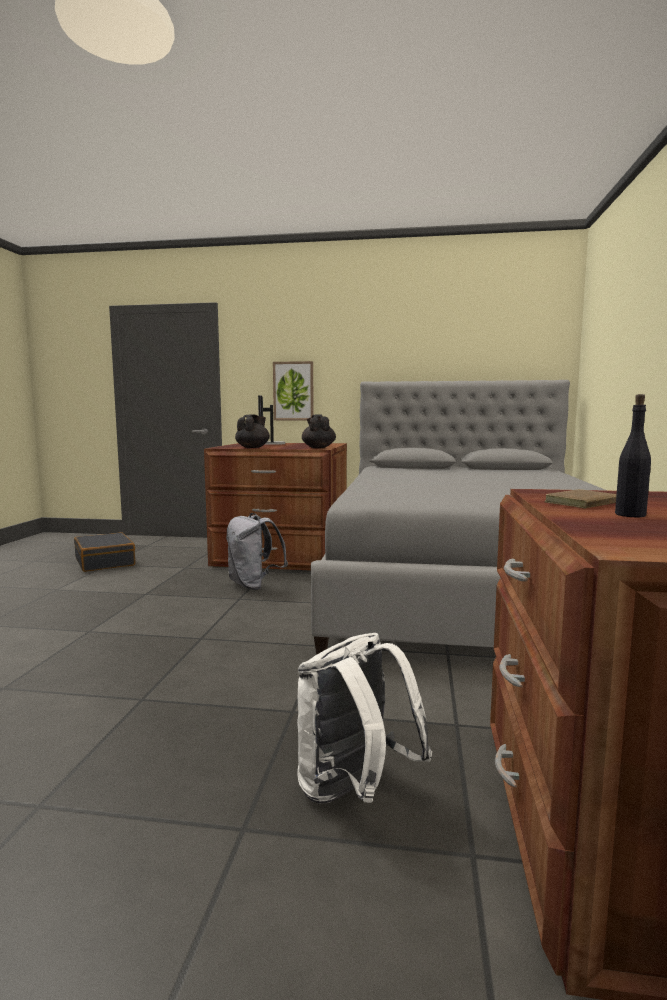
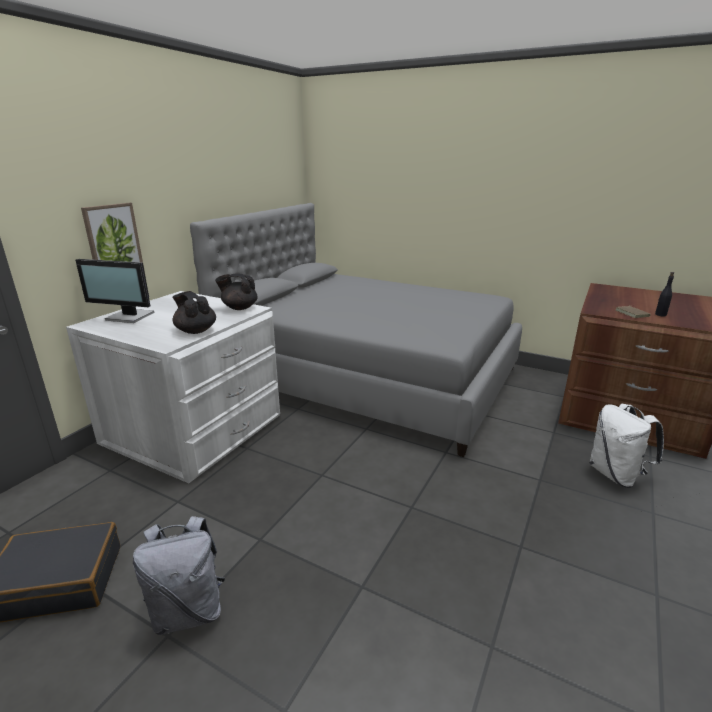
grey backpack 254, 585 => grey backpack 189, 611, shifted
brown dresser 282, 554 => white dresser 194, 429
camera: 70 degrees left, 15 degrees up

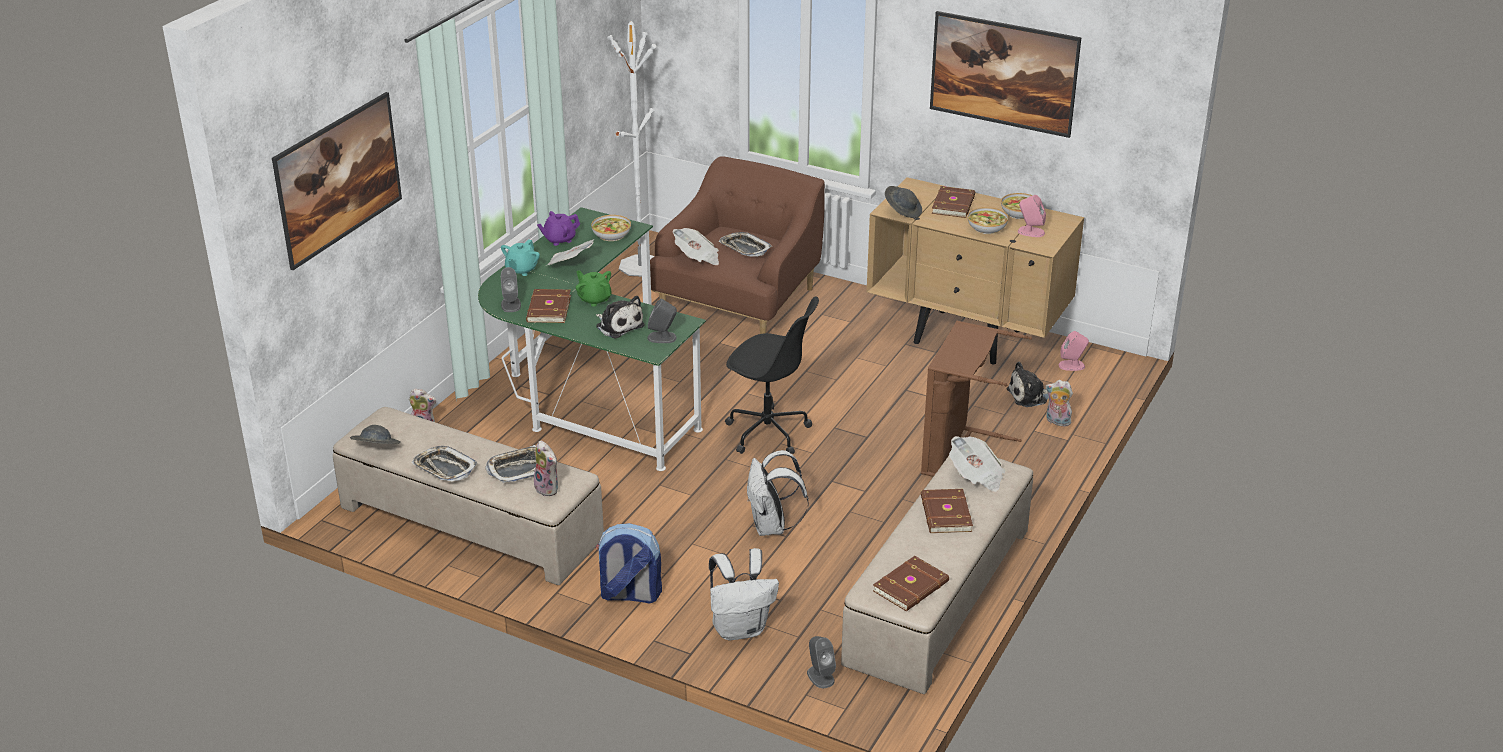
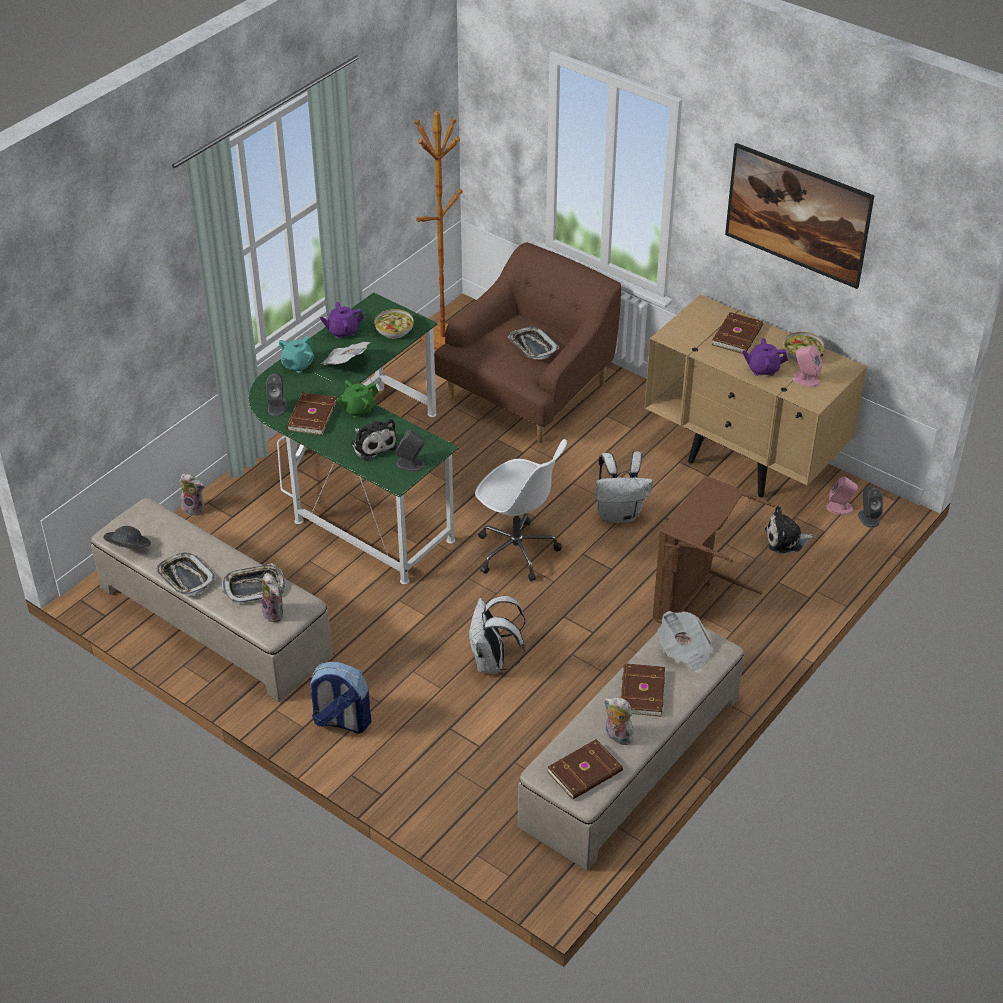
picture 342, 206 => nothing
newspaper 697, 258 => nothing
grey hat 903, 211 => nothing
white backpack 740, 628 => white backpack 619, 514, shifted
grey speaker 820, 676 => grey speaker 868, 518, shifted
plush toy 1056, 422 => plush toy 617, 736, shifted
bowl 987, 227 => purple teapot 763, 369
white clothes rack 640, 266 => orange clothes rack 443, 336
black office chair 770, 433 => white office chair 519, 553
green teapot 594, 299 => green teapot 358, 409, 90 degrees counterclockwise
camera: 10 degrees right, 10 degrees up

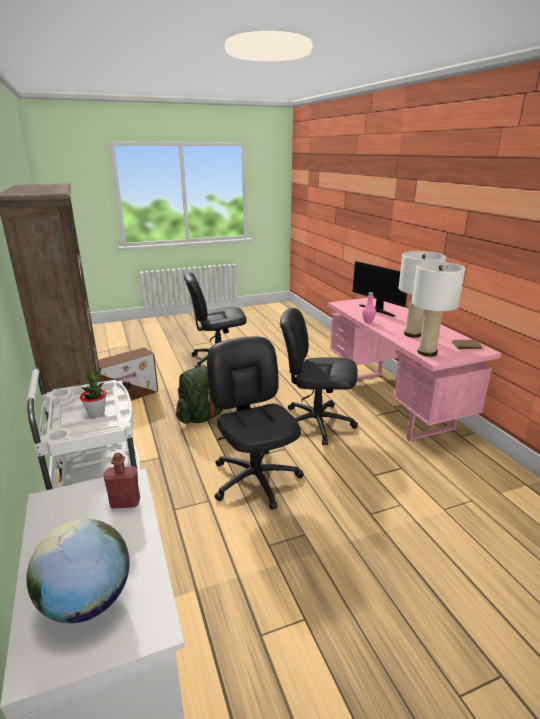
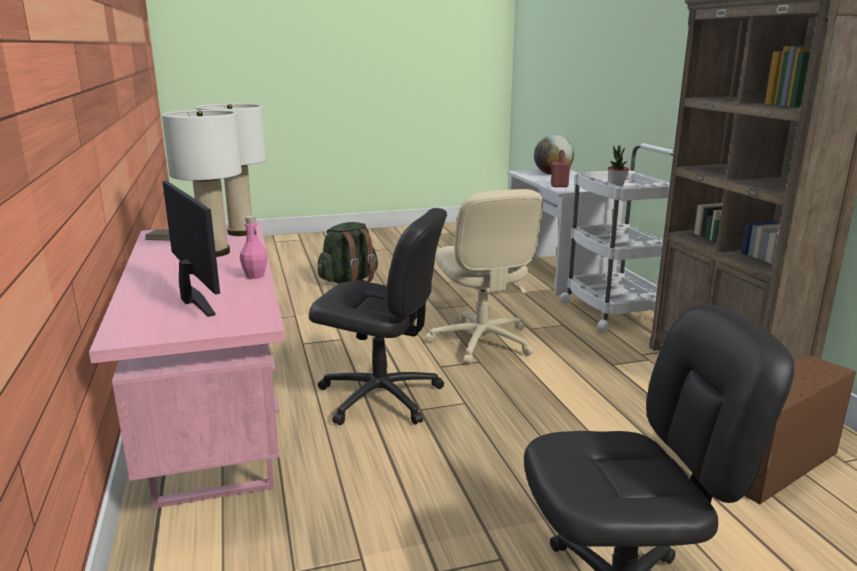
green backpack 202, 417 => green backpack 349, 281, shifted
black office chair 255, 478 => beige office chair 481, 341
camera: 175 degrees left, 5 degrees down

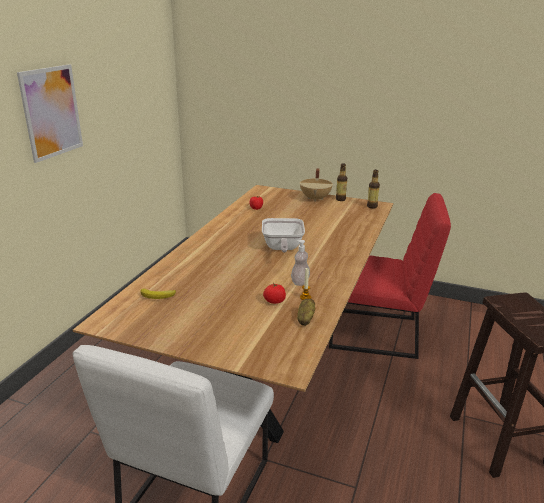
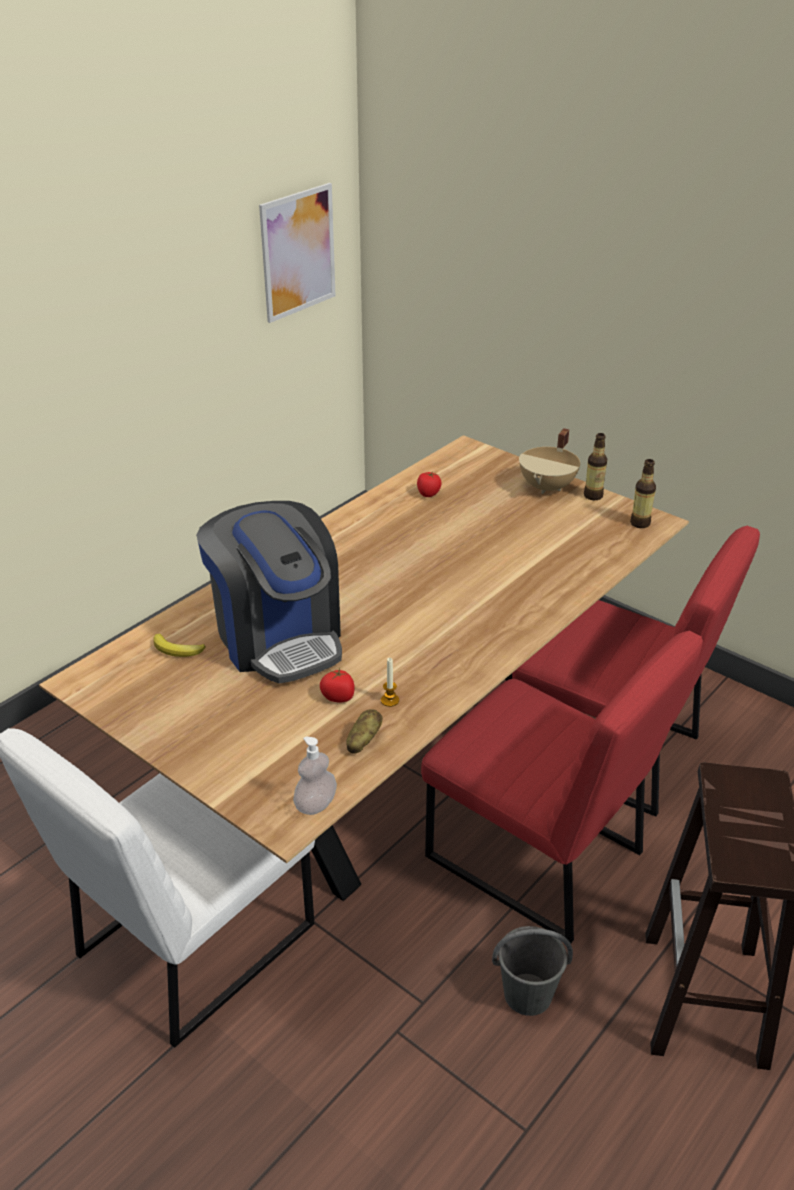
frying pan 282, 248 => nothing
nothing => coffee machine 278, 637
nothing => red chair 539, 858
nothing => grey bucket 527, 994
picture 52, 112 => picture 298, 252, shifted
soap dispenser 300, 282 => soap dispenser 316, 804, shifted
camera: 20 degrees right, 10 degrees up

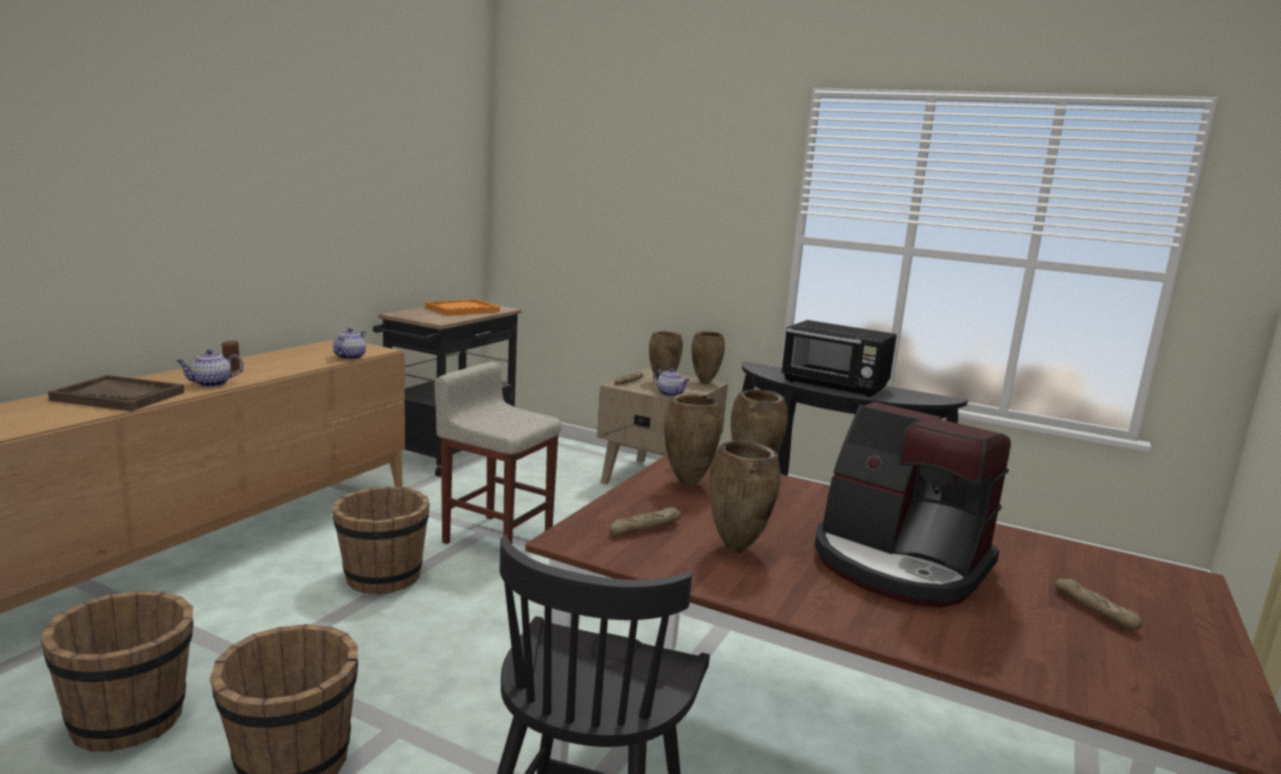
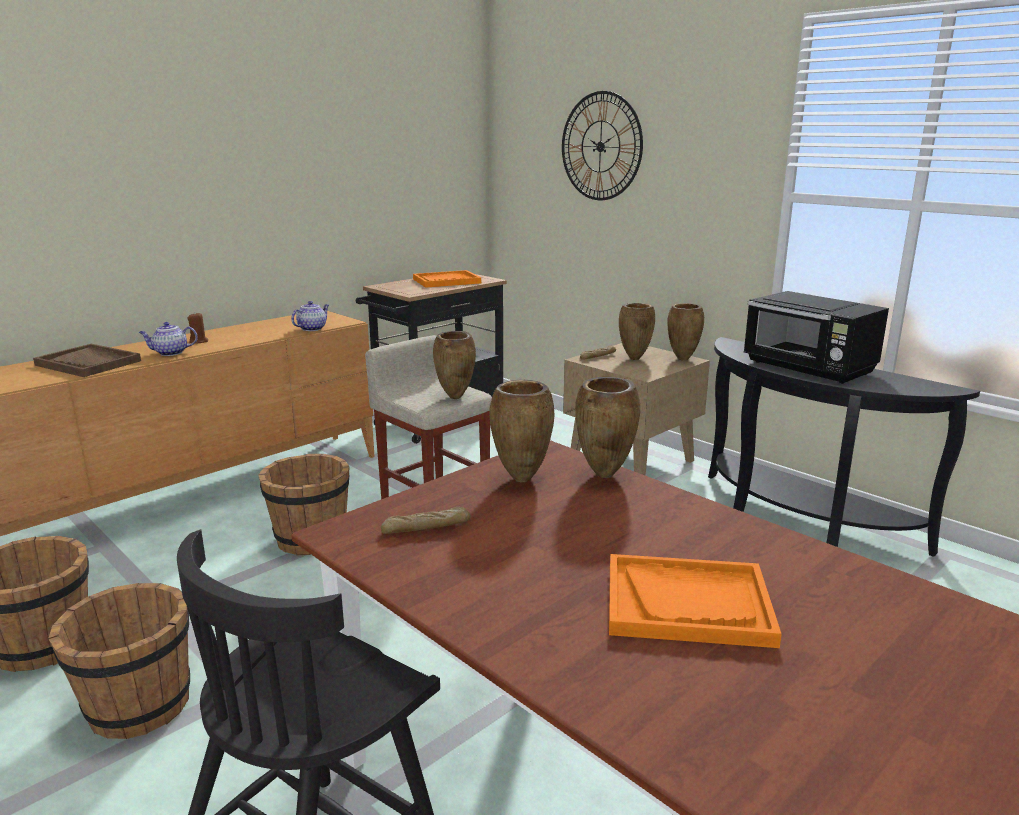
teapot 670, 394 => nothing
bread 1094, 611 => nothing
nothing => wall clock 600, 146
brown vase 738, 549 => brown vase 456, 397, shifted
coffee machine 899, 564 => orange tray 688, 603
camera: 20 degrees right, 5 degrees up

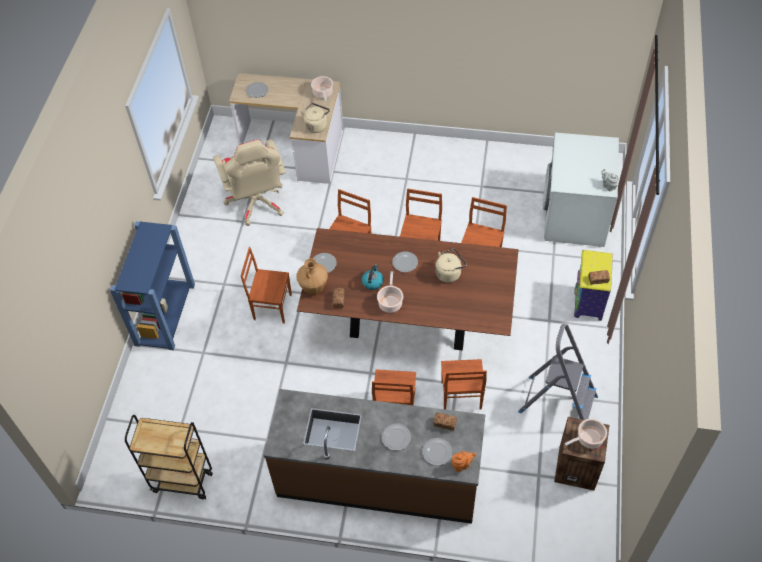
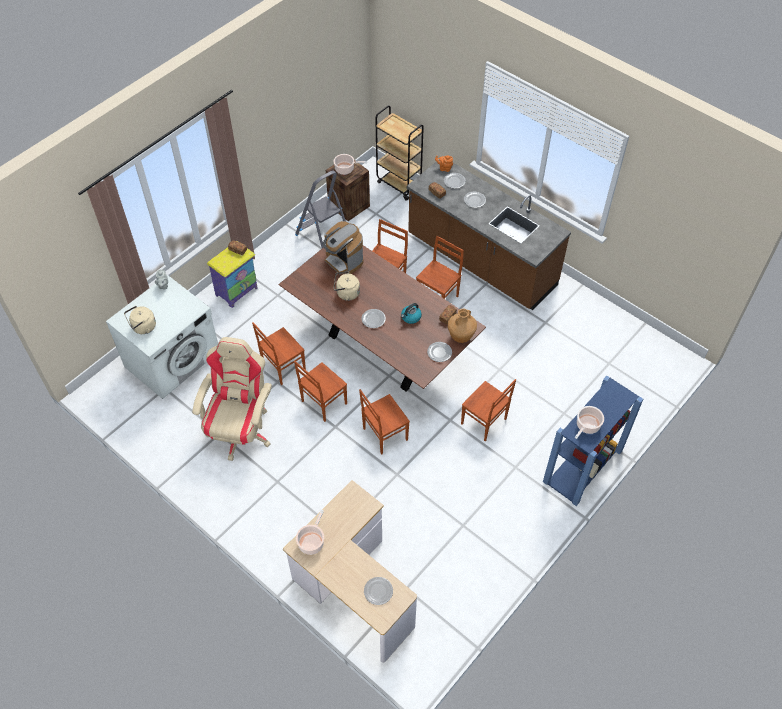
nothing => coffee machine 344, 260
brown cart 182, 483 => brown cart 399, 186, shifted
beige office chair 256, 202 => beige office chair 240, 431, shifted
beige kettle 316, 125 => beige kettle 143, 327, shifted
cooking pot 390, 302 => cooking pot 587, 426, shifted
camera: 150 degrees left, 0 degrees up

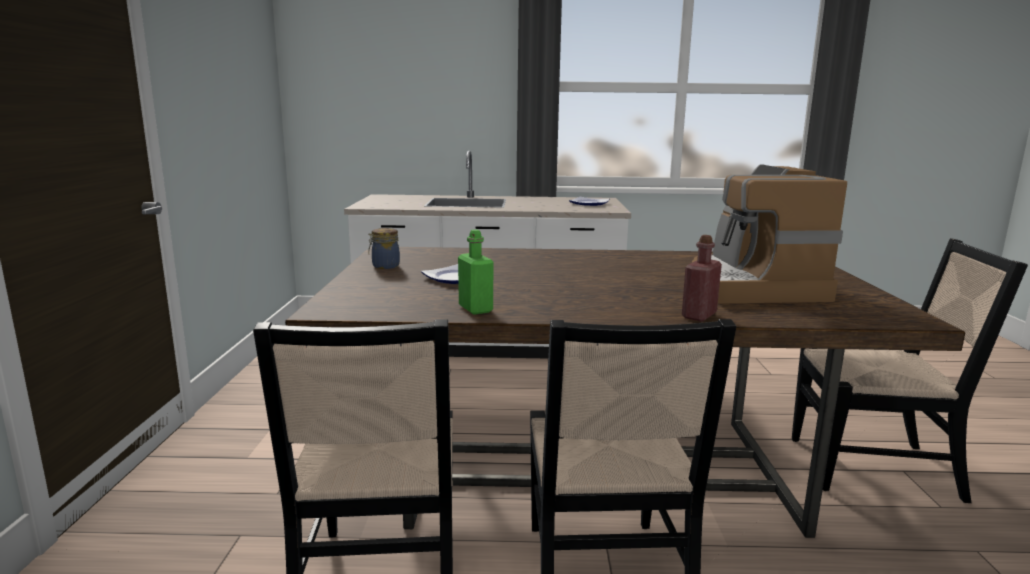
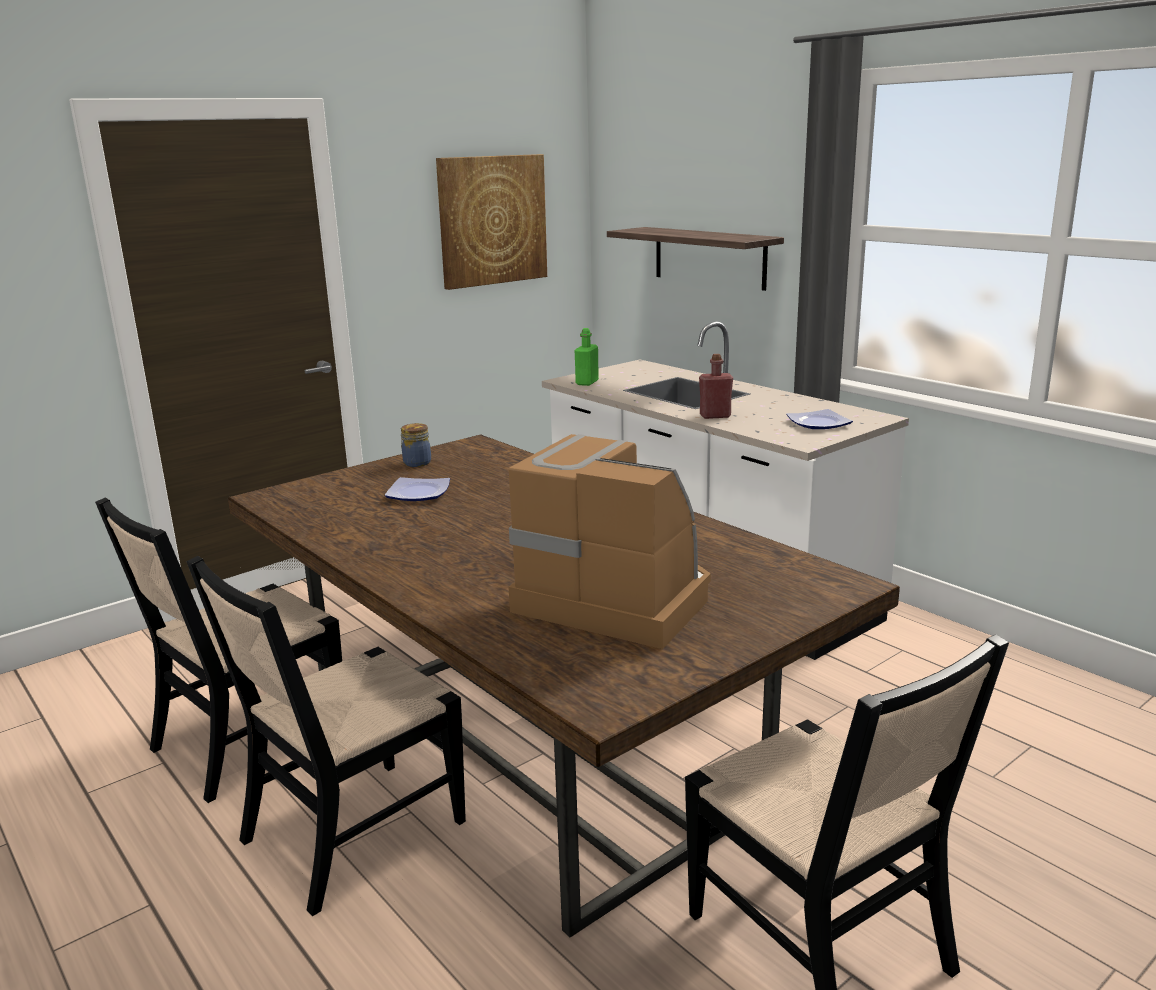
nothing => picture 492, 220
nothing => shelf 709, 257
green bottle 475, 309 => green bottle 587, 382, shifted
red bottle 699, 315 => red bottle 715, 416, shifted
coffee machine 751, 286 => coffee machine 614, 597, 75 degrees clockwise
camera: 50 degrees right, 5 degrees up

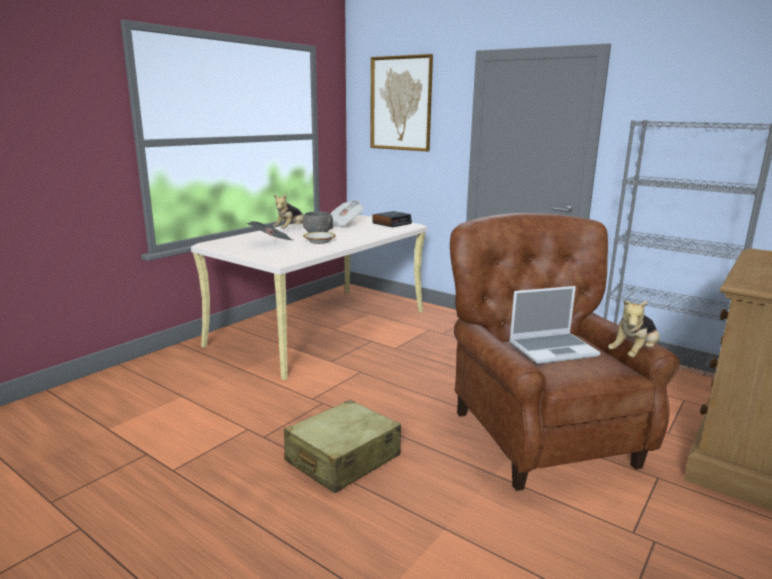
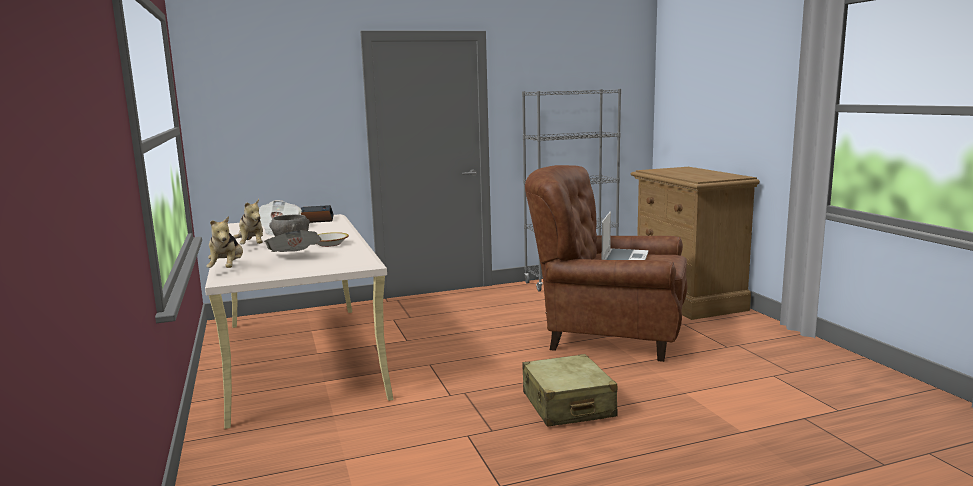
picture 401, 103 => nothing
plush toy 633, 354 => plush toy 227, 269, shifted
camera: 55 degrees left, 5 degrees down

